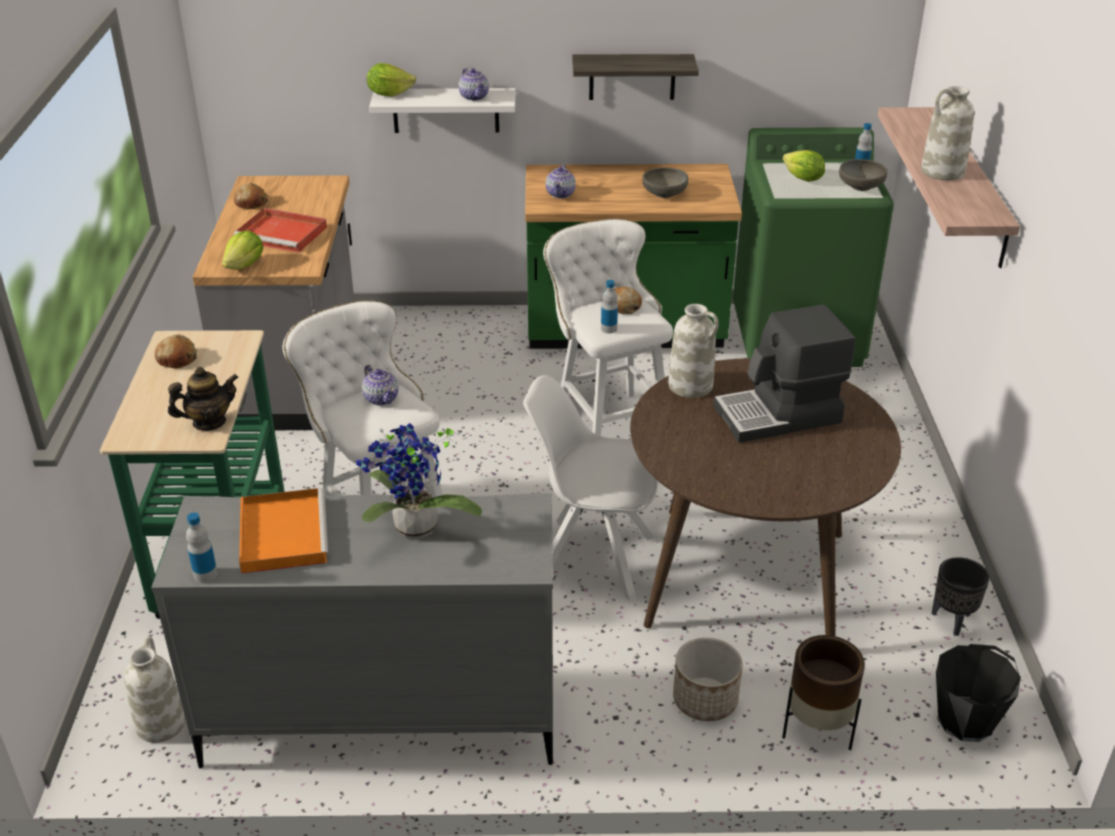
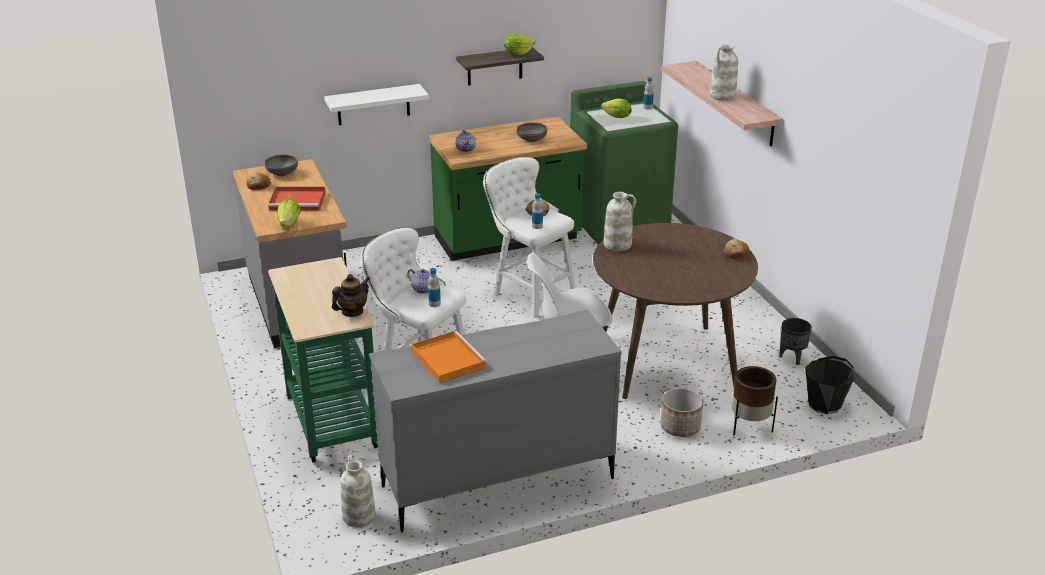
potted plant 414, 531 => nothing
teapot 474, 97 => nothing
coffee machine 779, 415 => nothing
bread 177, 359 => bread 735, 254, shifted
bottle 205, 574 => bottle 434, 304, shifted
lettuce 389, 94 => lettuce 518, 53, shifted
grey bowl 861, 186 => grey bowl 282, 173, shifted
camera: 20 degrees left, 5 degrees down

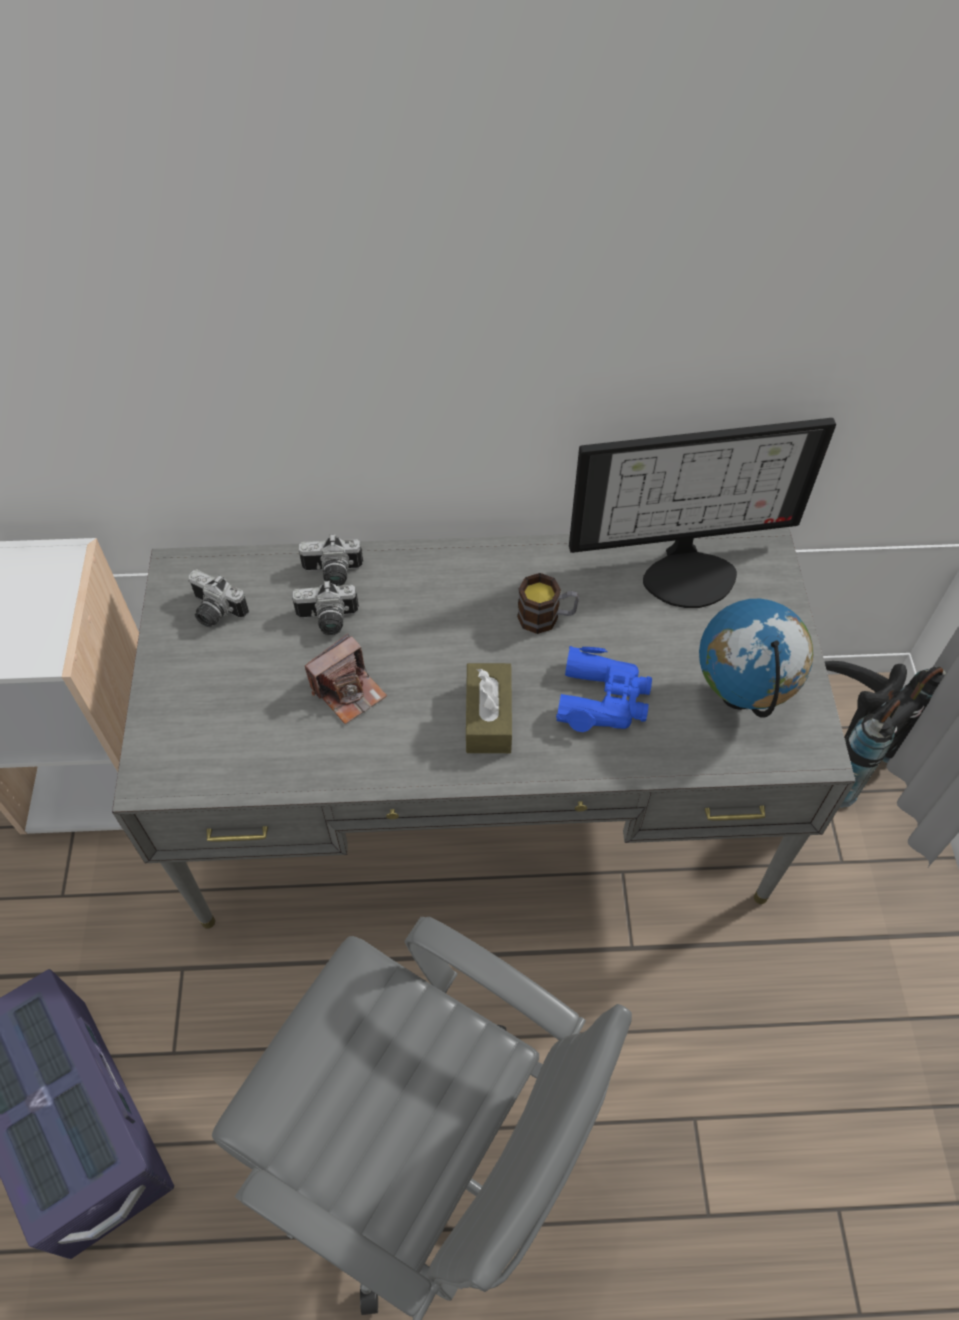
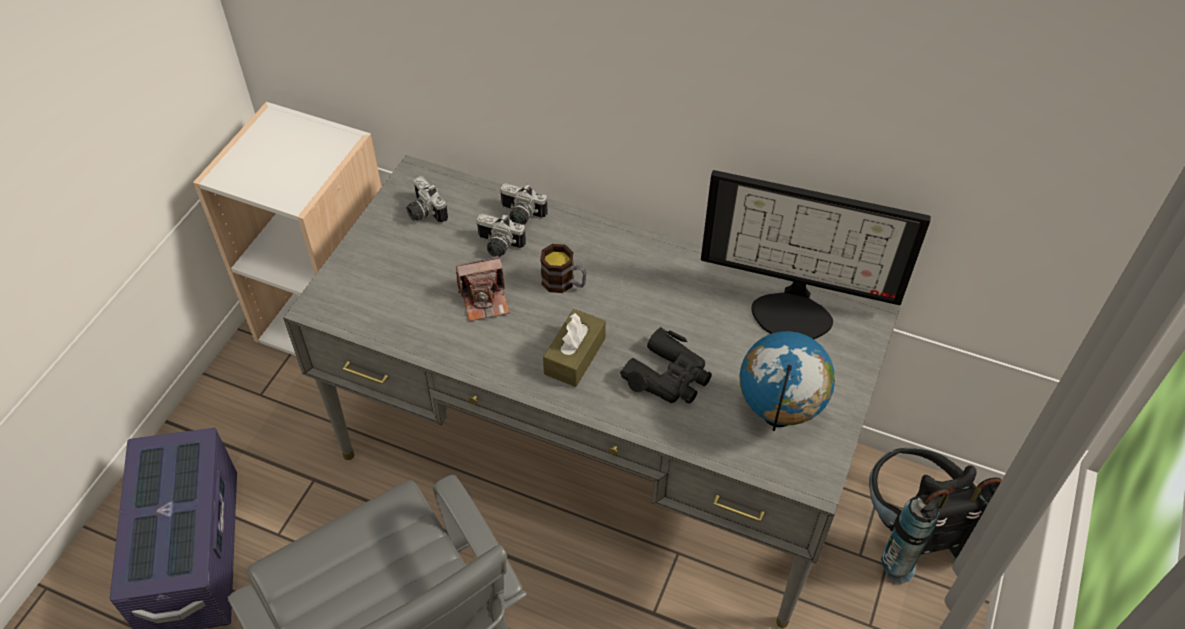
mug 546, 617 => mug 564, 283, shifted
blue binoculars 603, 698 => black binoculars 668, 376
camera: 25 degrees right, 5 degrees down

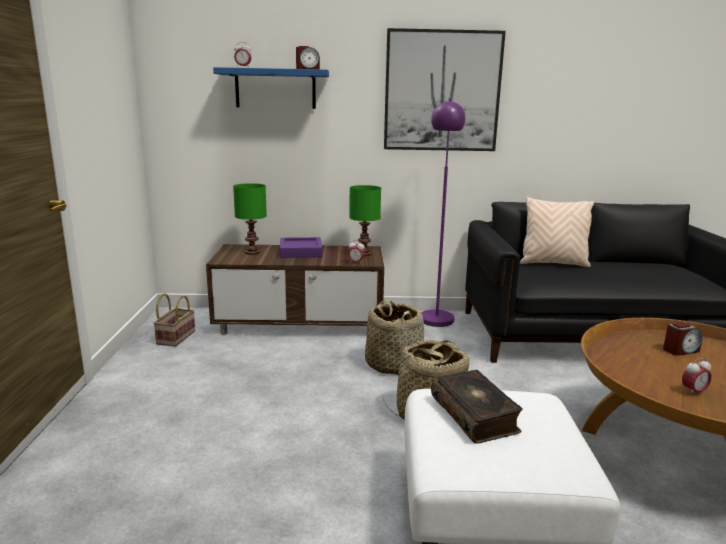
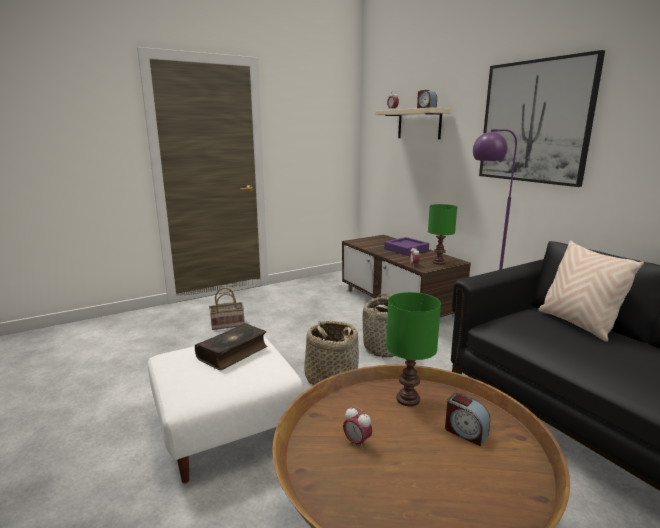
basket 176, 337 => basket 228, 324, shifted
green table lamp 251, 252 => green table lamp 407, 399, shifted
blue shelf 275, 89 => beige shelf 419, 124
camera: 60 degrees right, 0 degrees up

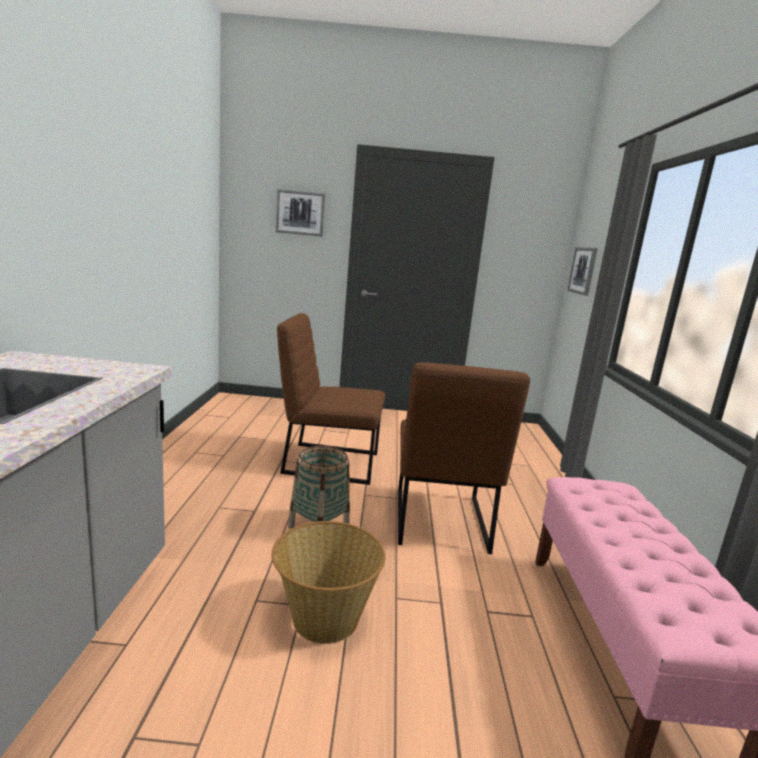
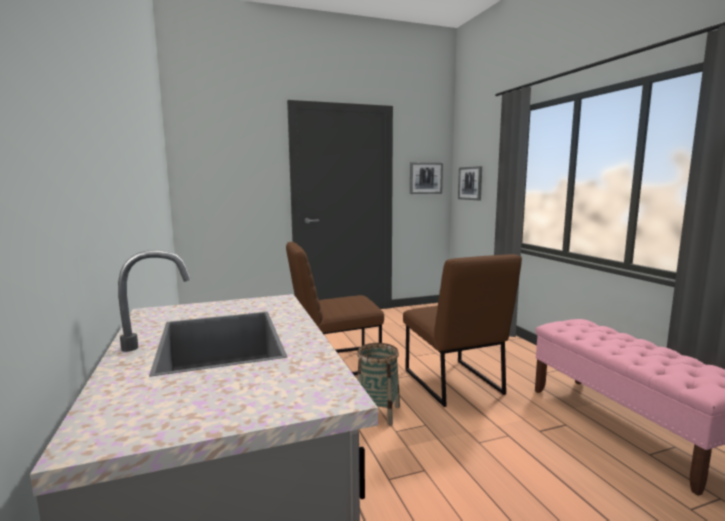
basket 324, 618 => nothing
picture 300, 213 => picture 425, 178, shifted
camera: 20 degrees left, 5 degrees down

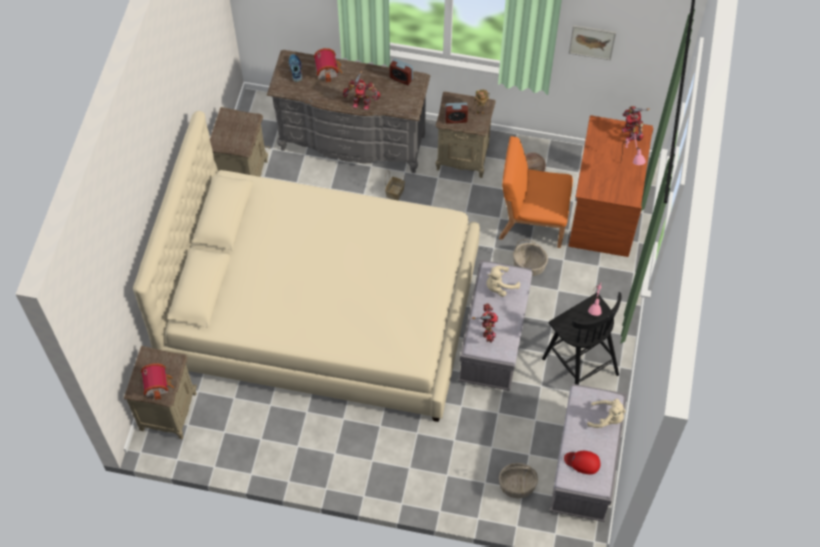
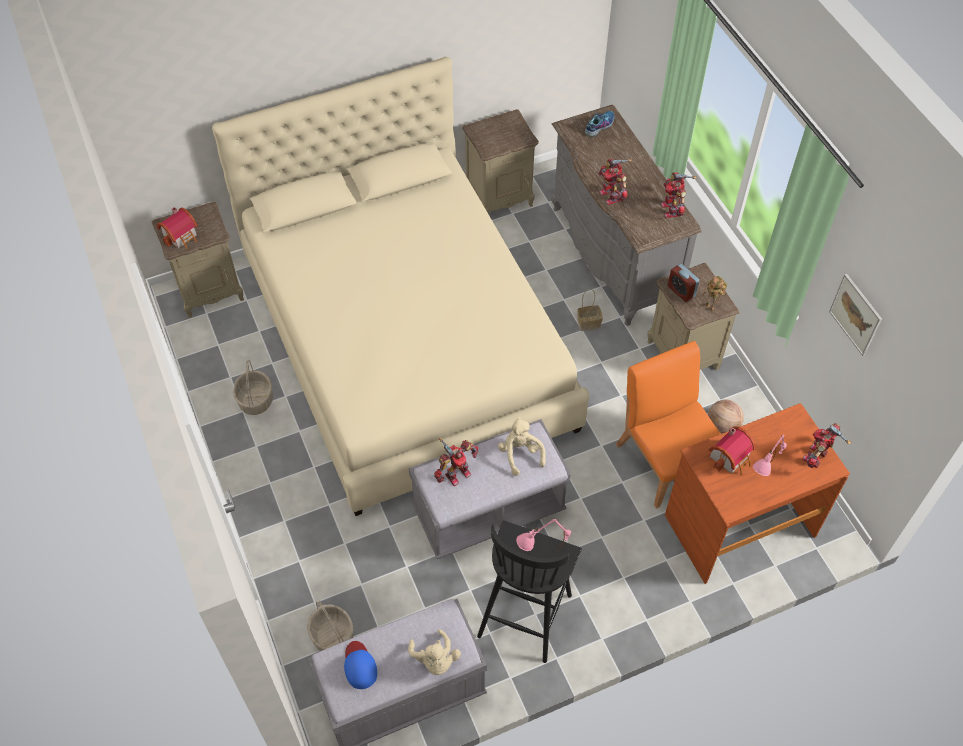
toy house 328, 70 => toy house 731, 457, shifted
basket 528, 265 => basket 255, 400, shifted
alarm clock 401, 78 => toy robot 672, 209
red cap 582, 462 => blue cap 359, 666
beige plush toy 499, 286 => beige plush toy 520, 454, 45 degrees clockwise
camera: 55 degrees right, 5 degrees down

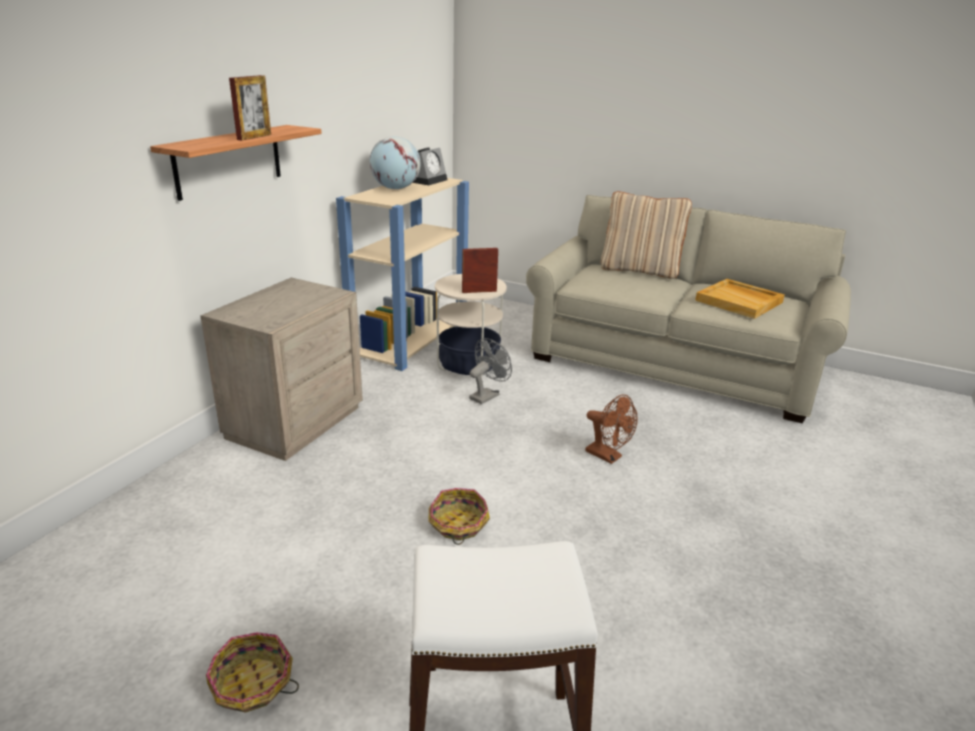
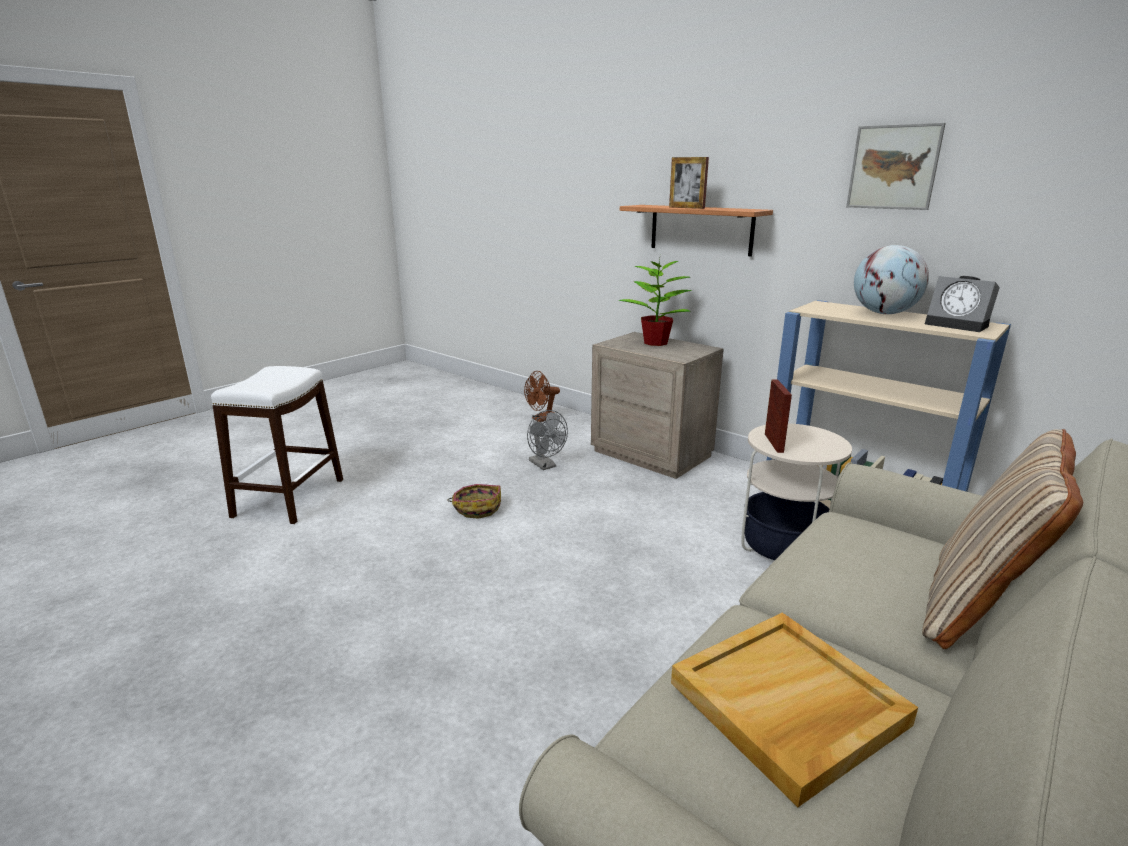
basket 253, 685 => nothing
nothing => potted plant 656, 342
nothing => picture 893, 167
grey fan 487, 395 => grey fan 545, 465, shifted
brown fan 608, 456 => brown fan 541, 419, shifted
camera: 105 degrees right, 5 degrees down

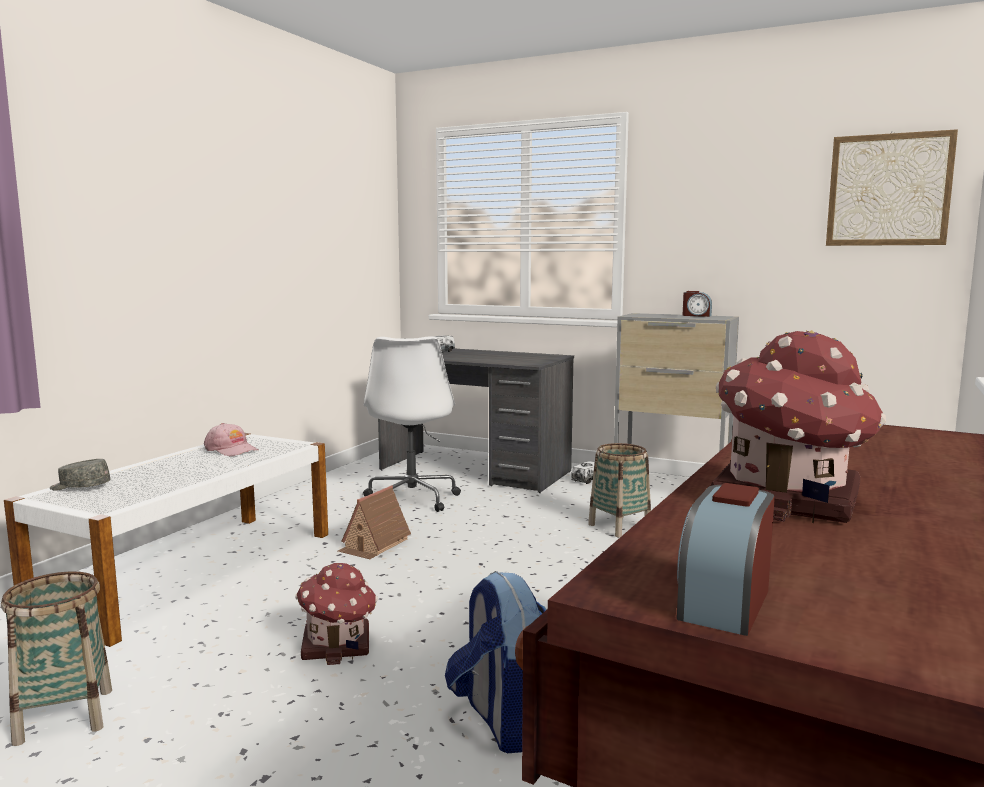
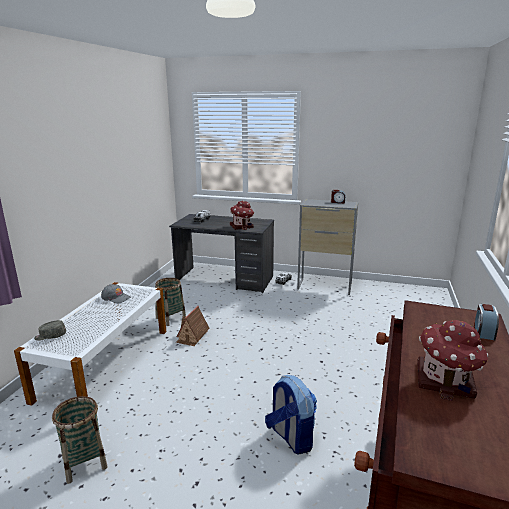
white office chair 411, 500 => nothing
picture 889, 188 => nothing
toy house 338, 644 => toy house 242, 226, shifted
basket 619, 526 => basket 170, 318, shifted
alarm clock 724, 602 => alarm clock 483, 332, shifted
pink cap 231, 450 => grey cap 116, 298
camera: 10 degrees left, 10 degrees up

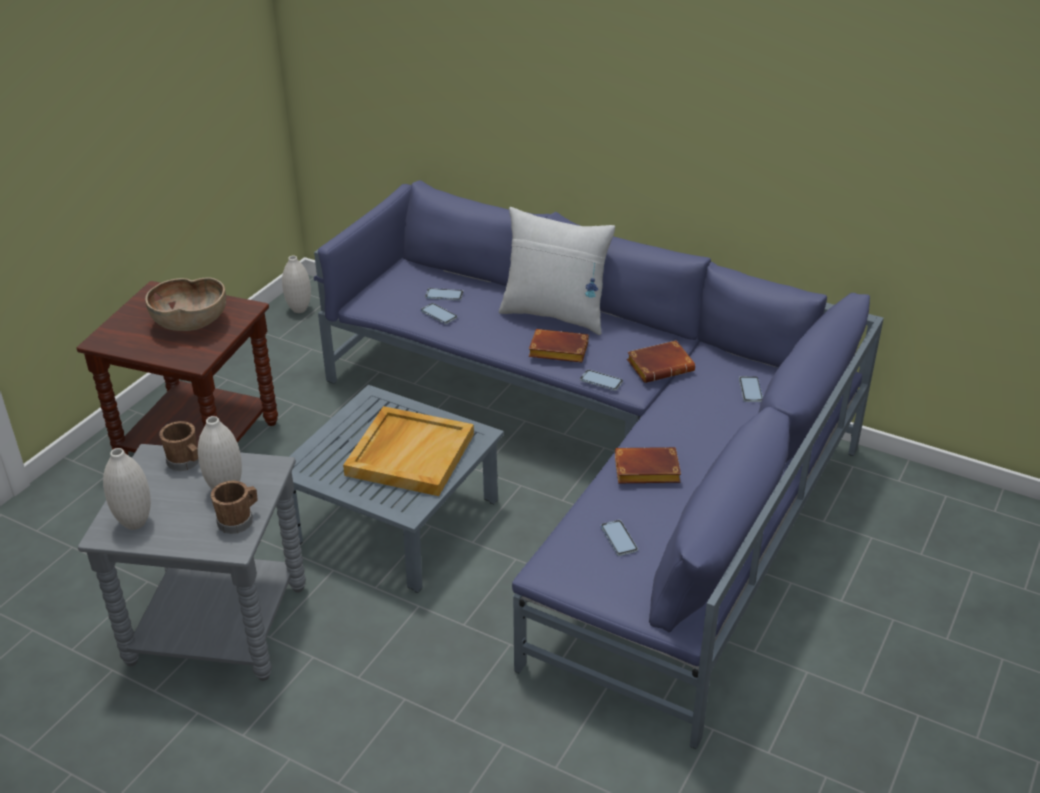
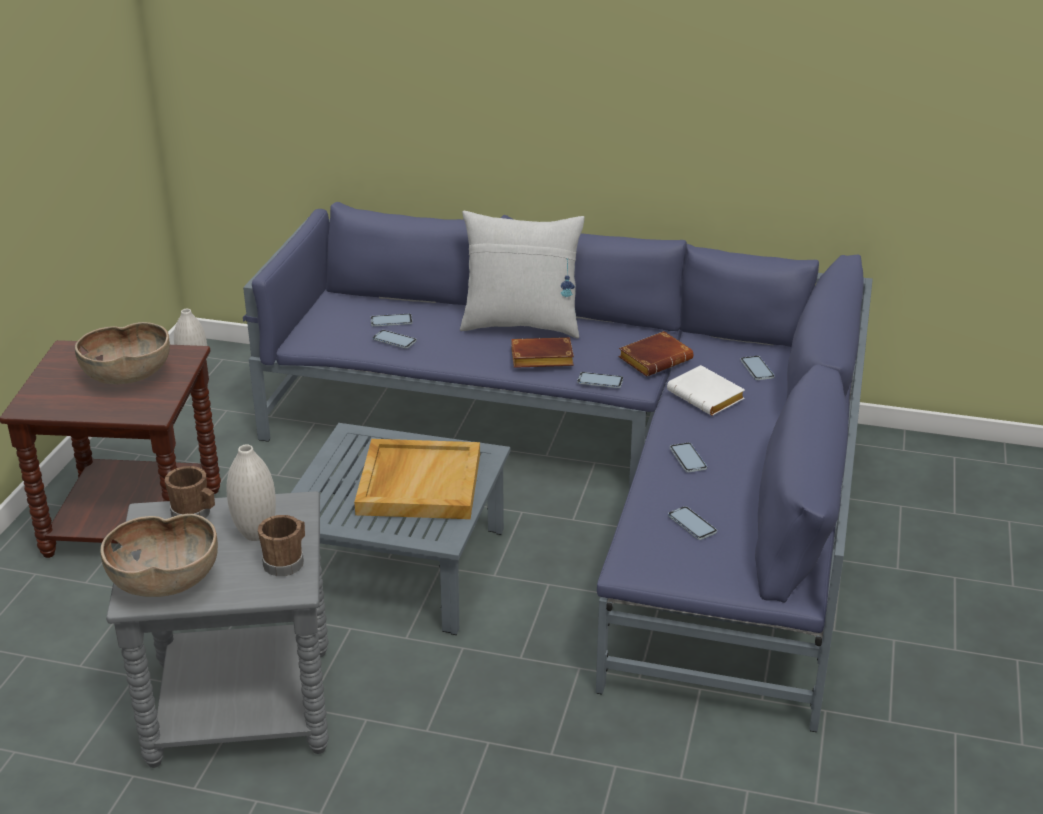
nothing => white book 708, 397
white vase 135, 523 => brown bowl 165, 583
brown book 645, 472 => phone 688, 458
camera: 15 degrees left, 5 degrees down

